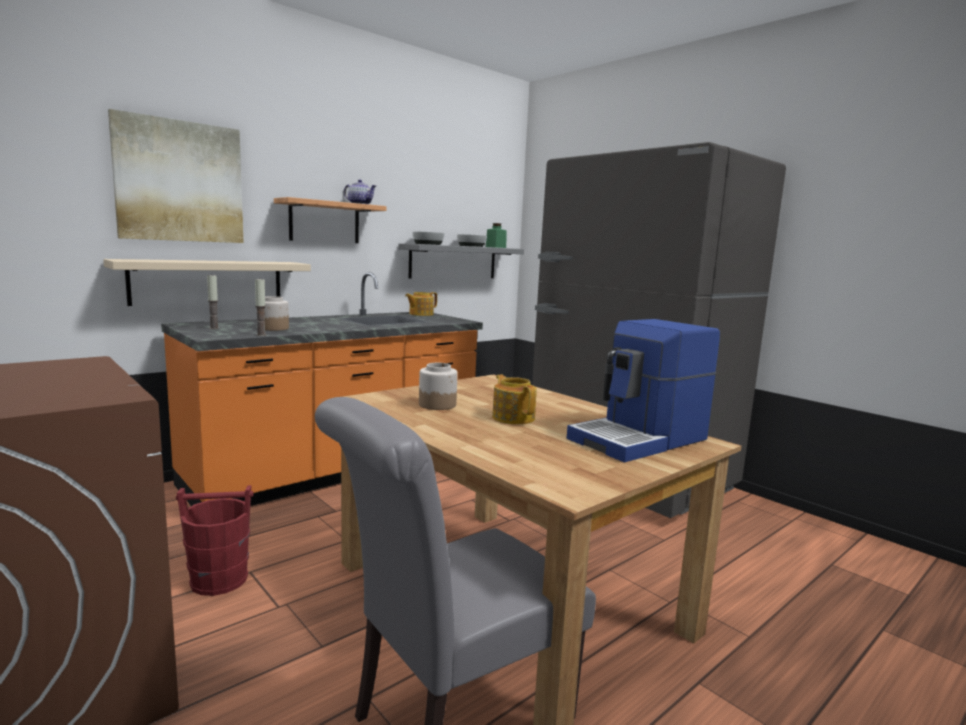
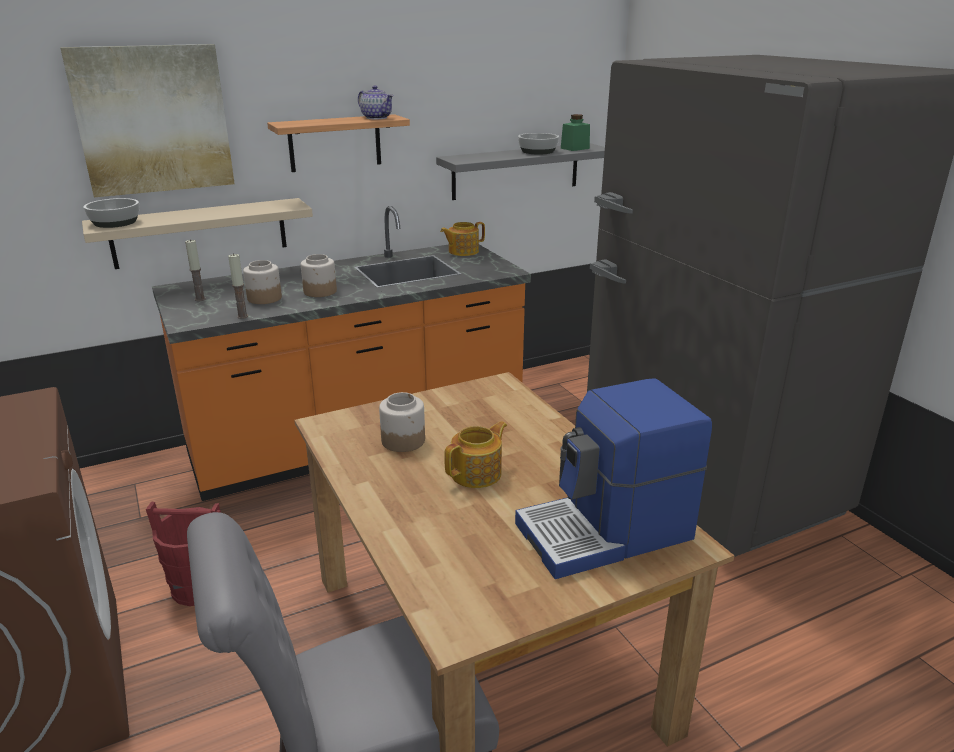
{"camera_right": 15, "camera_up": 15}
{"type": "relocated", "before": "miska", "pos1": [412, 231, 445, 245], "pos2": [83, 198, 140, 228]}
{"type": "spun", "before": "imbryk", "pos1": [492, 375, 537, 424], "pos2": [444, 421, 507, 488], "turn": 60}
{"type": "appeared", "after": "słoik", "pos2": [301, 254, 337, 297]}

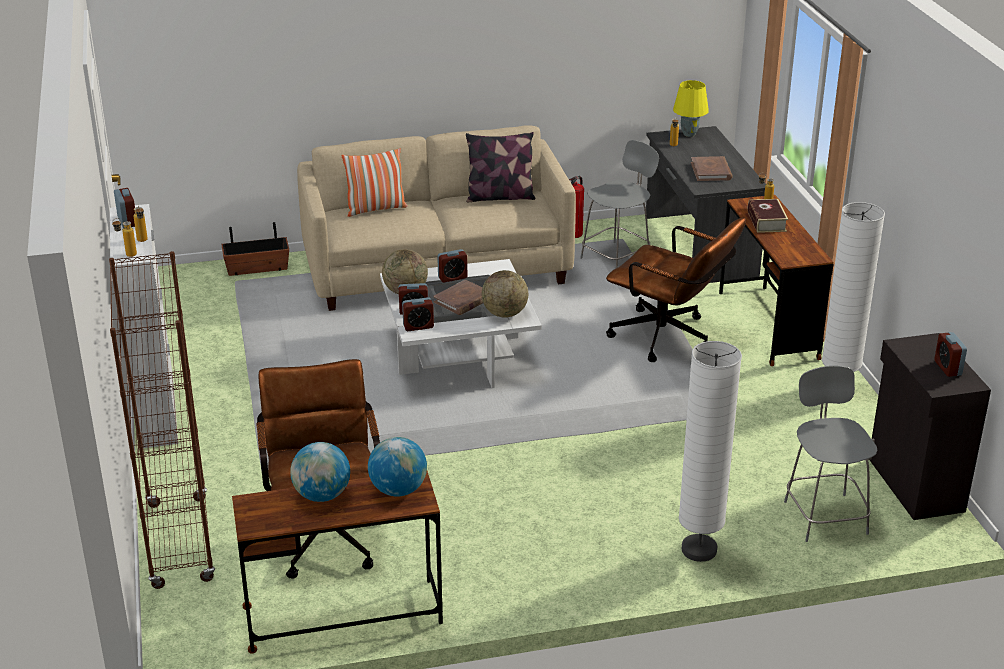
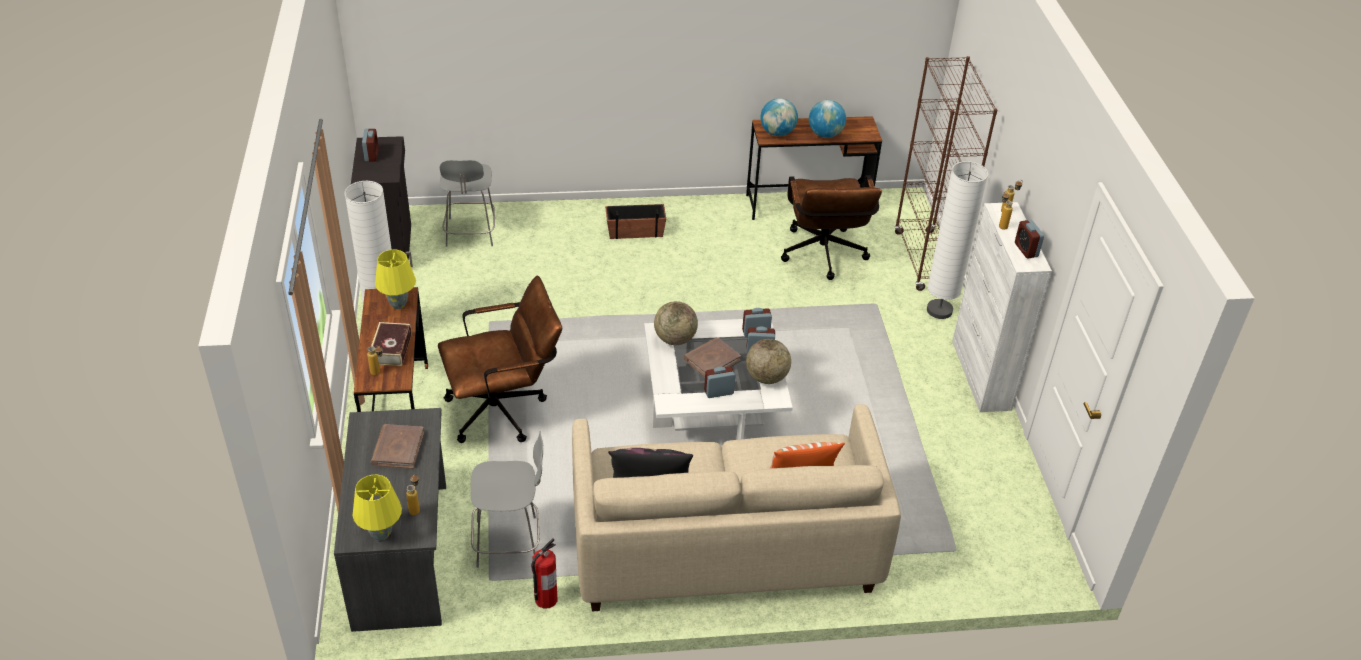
{"camera_right": -175, "camera_up": 10}
{"type": "spun", "before": "krzesło/szary", "pos1": [580, 140, 659, 268], "pos2": [471, 431, 543, 568], "turn": -150}
{"type": "spun", "before": "krzesło biurowe/brązowy", "pos1": [606, 218, 746, 362], "pos2": [438, 276, 562, 443], "turn": 120}
{"type": "relocated", "before": "donica", "pos1": [221, 222, 289, 276], "pos2": [605, 204, 666, 239]}
{"type": "relocated", "before": "lampa stojąca/biały", "pos1": [679, 341, 742, 562], "pos2": [927, 161, 988, 319]}
{"type": "appeared", "after": "lampa stołowa/żółty", "pos2": [375, 250, 416, 309]}

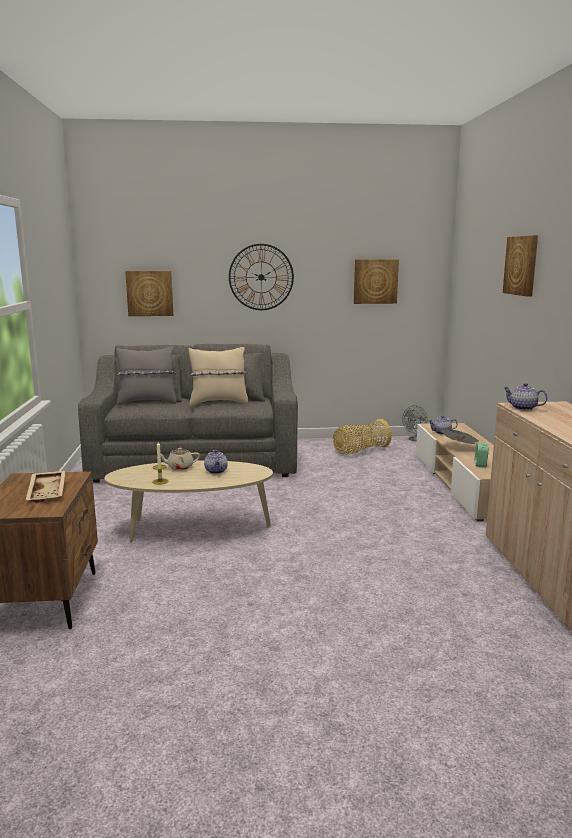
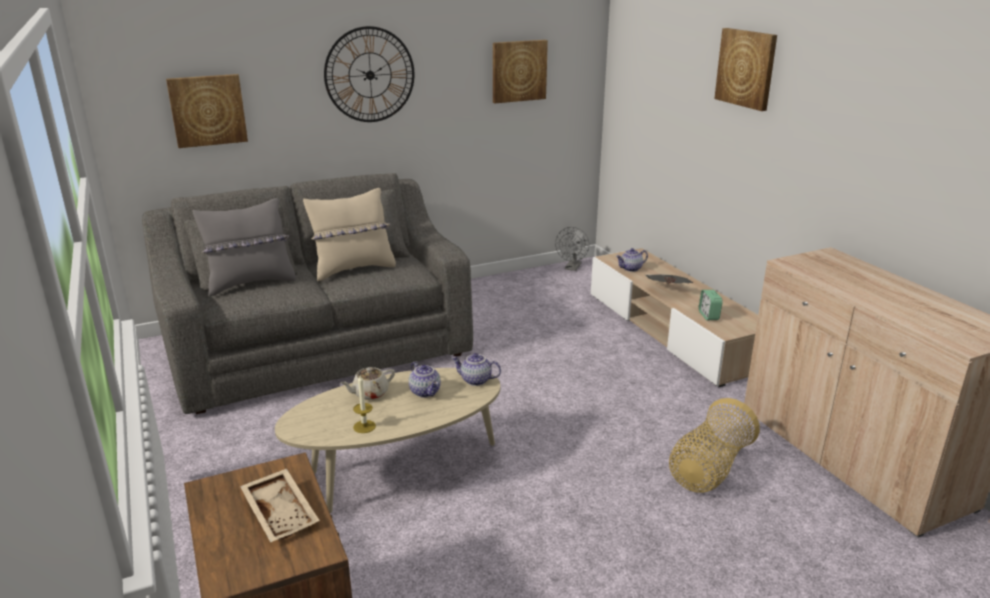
{"camera_right": -20, "camera_up": 10}
{"type": "relocated", "before": "imbryk", "pos1": [503, 383, 548, 410], "pos2": [451, 353, 501, 386]}
{"type": "relocated", "before": "koszyk", "pos1": [333, 419, 392, 455], "pos2": [669, 398, 760, 493]}

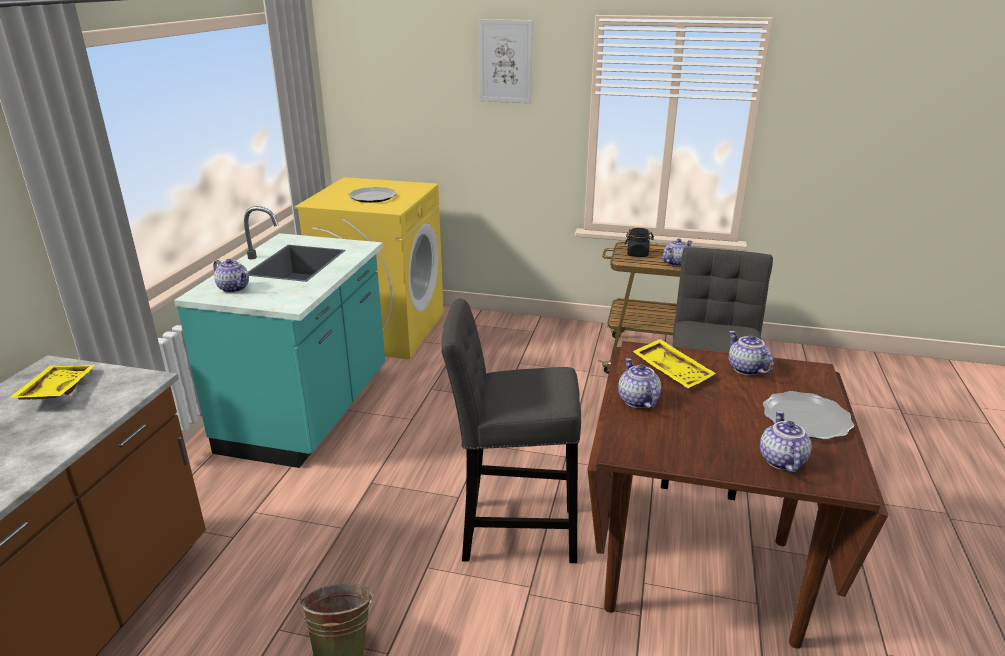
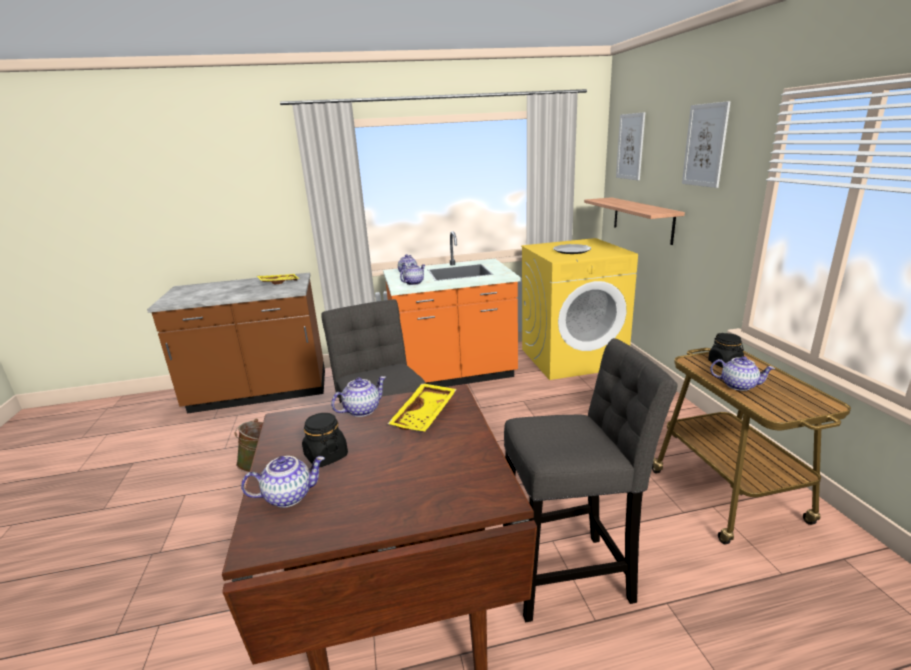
{"camera_right": 65, "camera_up": -5}
{"type": "colour", "before": "zabudowa kuchenna/turkusowy", "after": "zabudowa kuchenna/pomarańczowy", "pos1": [174, 206, 385, 468], "pos2": [383, 231, 520, 387]}
{"type": "relocated", "before": "imbryk", "pos1": [729, 331, 774, 375], "pos2": [400, 263, 425, 285]}
{"type": "missing", "before": "talerz", "pos1": [763, 391, 854, 440]}
{"type": "appeared", "after": "obraz", "pos2": [616, 112, 645, 180]}
{"type": "appeared", "after": "półka", "pos2": [584, 197, 685, 245]}
{"type": "appeared", "after": "słoik/czarny", "pos2": [302, 413, 348, 467]}

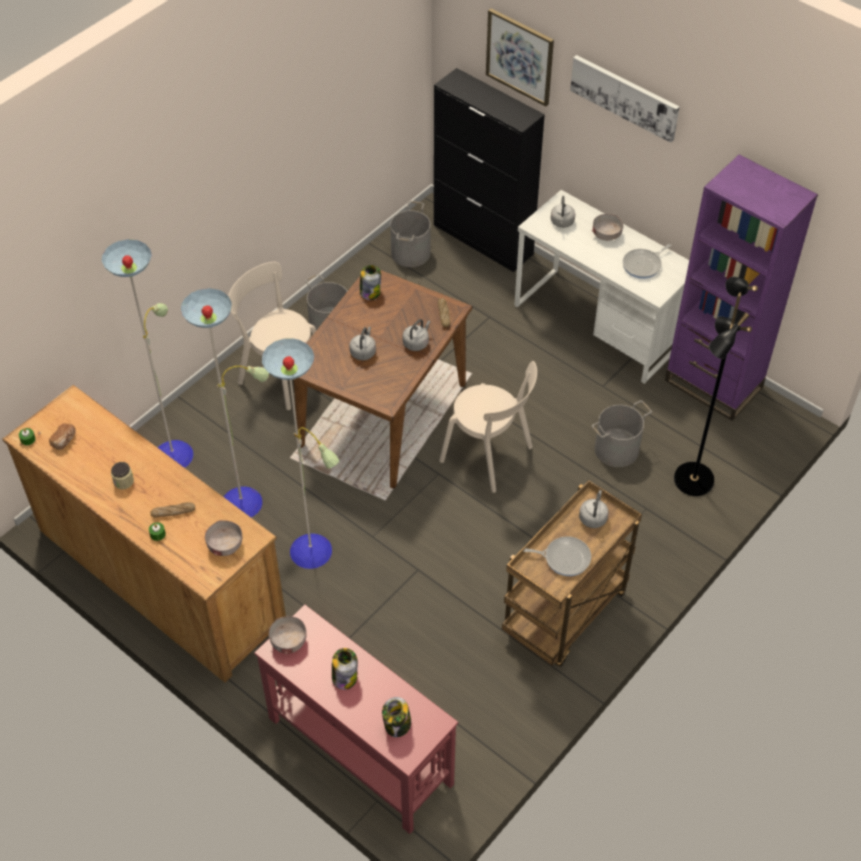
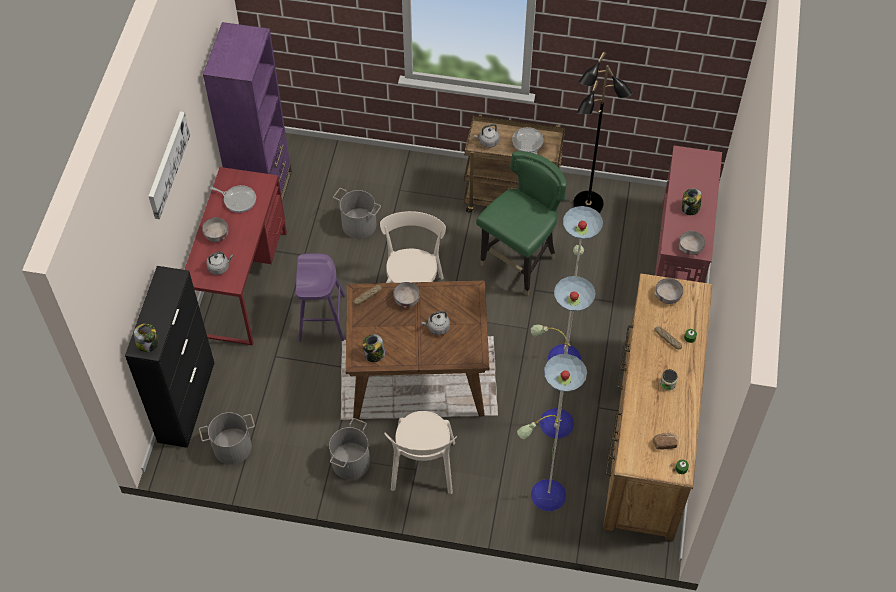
{"camera_right": -120, "camera_up": 5}
{"type": "missing", "before": "obraz", "pos1": [486, 9, 554, 107]}
{"type": "colour", "before": "biurko/biały", "after": "biurko/czerwony", "pos1": [514, 190, 689, 384], "pos2": [184, 167, 287, 346]}
{"type": "relocated", "before": "lampa stojąca/czarny", "pos1": [674, 277, 758, 496], "pos2": [573, 52, 633, 213]}
{"type": "exchanged", "before": "czajnik/szary", "after": "miska/szary", "pos1": [402, 319, 430, 351], "pos2": [393, 282, 420, 308]}
{"type": "relocated", "before": "słoik", "pos1": [382, 697, 411, 737], "pos2": [134, 324, 159, 352]}
{"type": "appeared", "after": "krzesło/zielony", "pos2": [476, 151, 566, 296]}
{"type": "appeared", "after": "stołek/fioletowy", "pos2": [296, 254, 346, 342]}

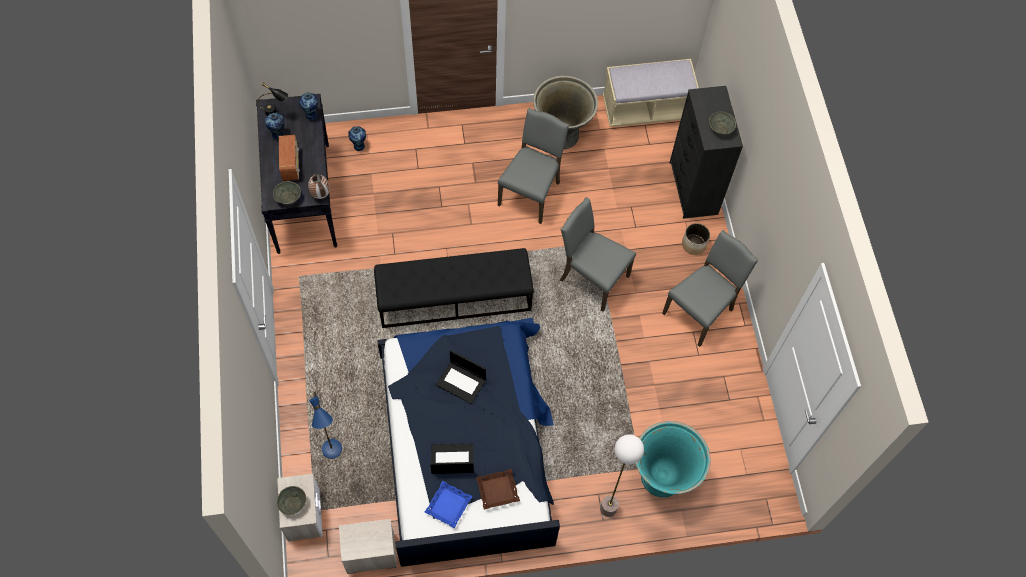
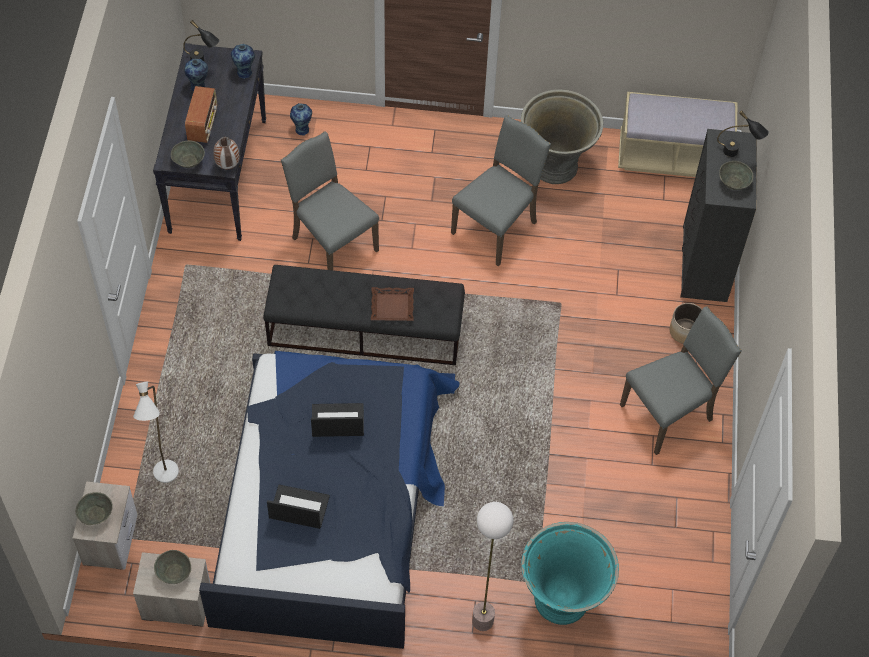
{"camera_right": 15, "camera_up": -5}
{"type": "relocated", "before": "krzesło/szary", "pos1": [560, 197, 636, 312], "pos2": [281, 132, 379, 271]}
{"type": "spun", "before": "laptop", "pos1": [436, 350, 486, 404], "pos2": [311, 403, 364, 437], "turn": 135}
{"type": "colour", "before": "lampa stojąca/niebieski", "after": "lampa stojąca/biały", "pos1": [309, 392, 342, 459], "pos2": [133, 382, 179, 483]}
{"type": "relocated", "before": "taca/brązowy", "pos1": [476, 469, 520, 509], "pos2": [371, 287, 414, 321]}
{"type": "missing", "before": "taca/niebieski", "pos1": [424, 481, 472, 528]}
{"type": "appeared", "after": "lampa stołowa/czarny", "pos2": [717, 111, 769, 157]}
{"type": "appeared", "after": "miska/szary", "pos2": [154, 550, 191, 584]}

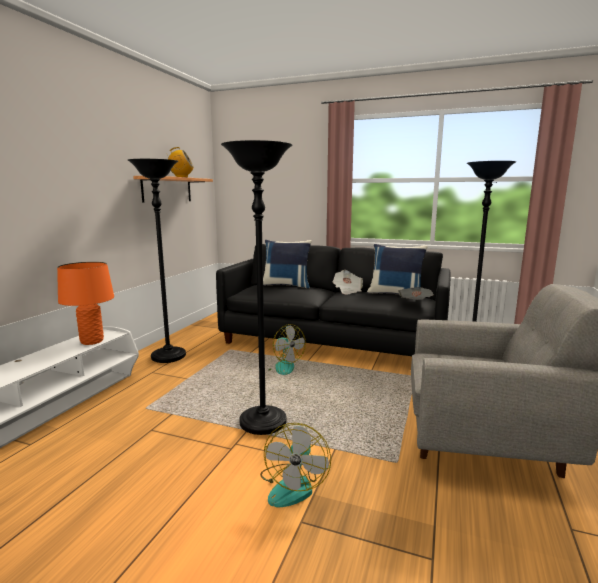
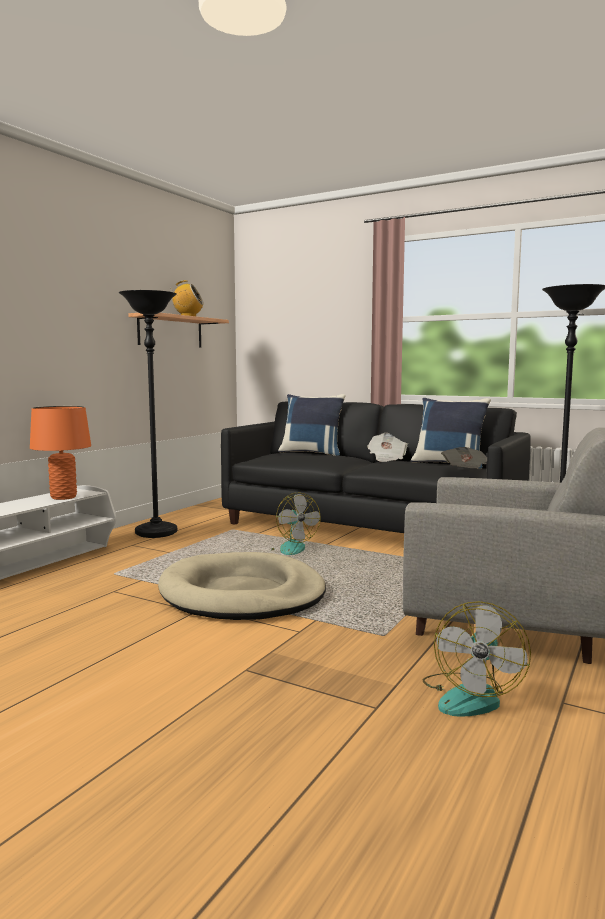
{"camera_right": 10, "camera_up": -5}
{"type": "exchanged", "before": "lampa stojąca/czarny", "after": "legowisko/beżowy", "pos1": [221, 140, 292, 435], "pos2": [158, 552, 326, 620]}
{"type": "relocated", "before": "wentylator", "pos1": [260, 423, 331, 507], "pos2": [423, 601, 531, 717]}

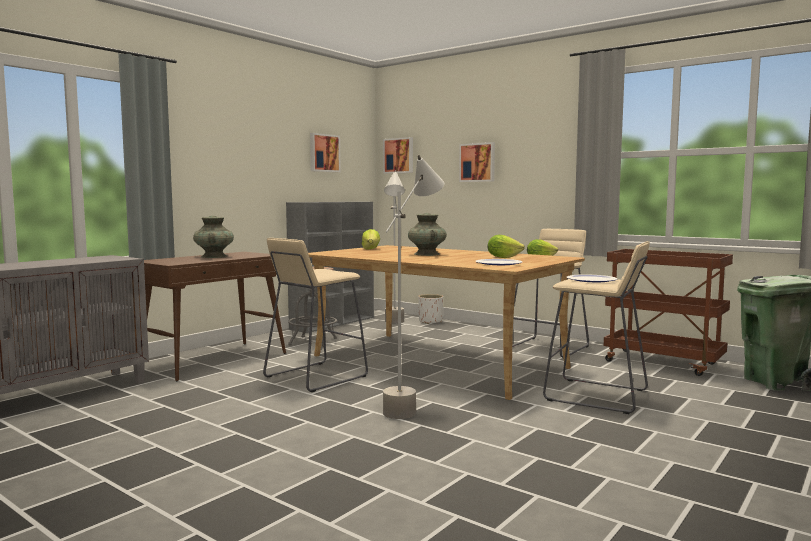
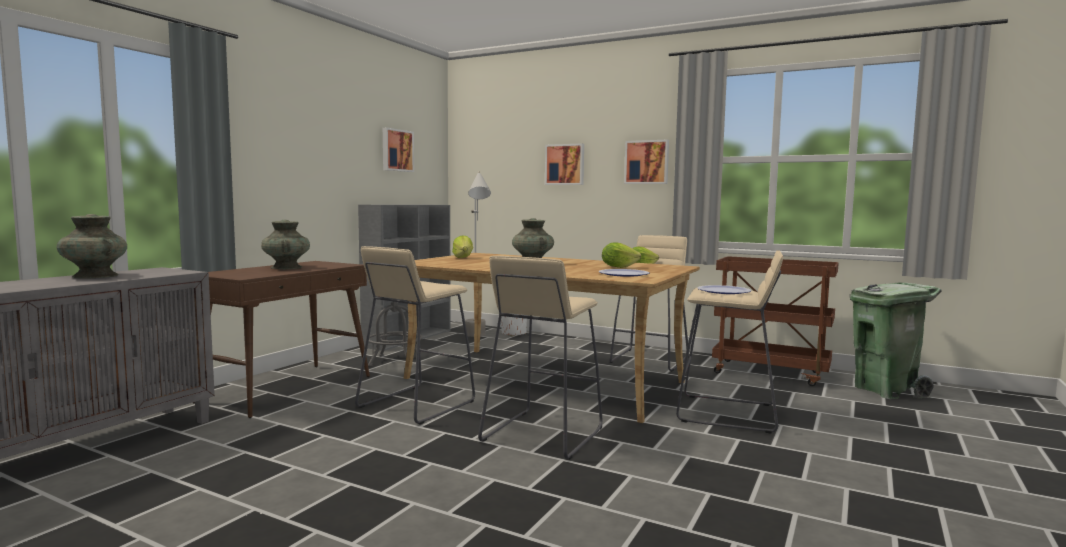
{"camera_right": -10, "camera_up": 0}
{"type": "relocated", "before": "obraz", "pos1": [383, 137, 413, 174], "pos2": [624, 139, 669, 184]}
{"type": "exchanged", "before": "lampa stojąca/szary", "after": "stołek/beżowy", "pos1": [383, 155, 444, 419], "pos2": [478, 256, 602, 460]}
{"type": "appeared", "after": "wazon/turkusowy", "pos2": [56, 214, 127, 279]}

